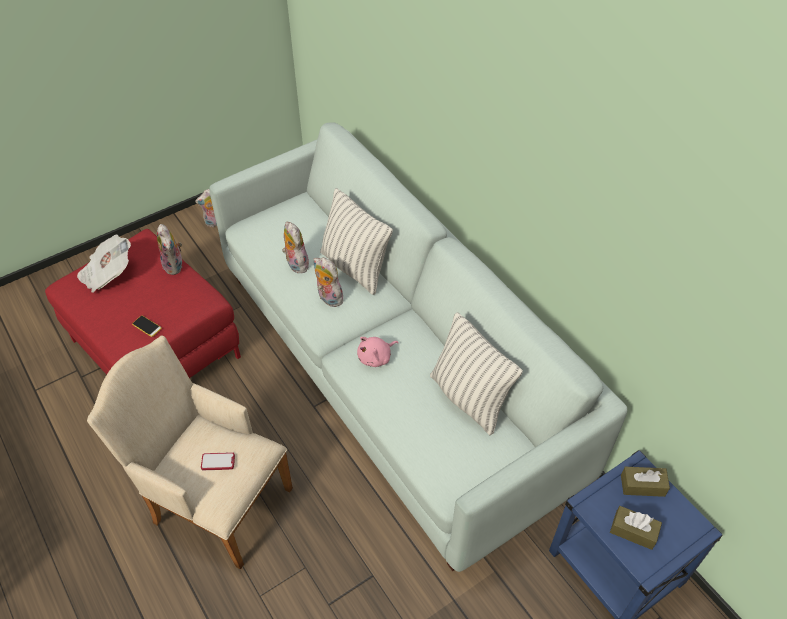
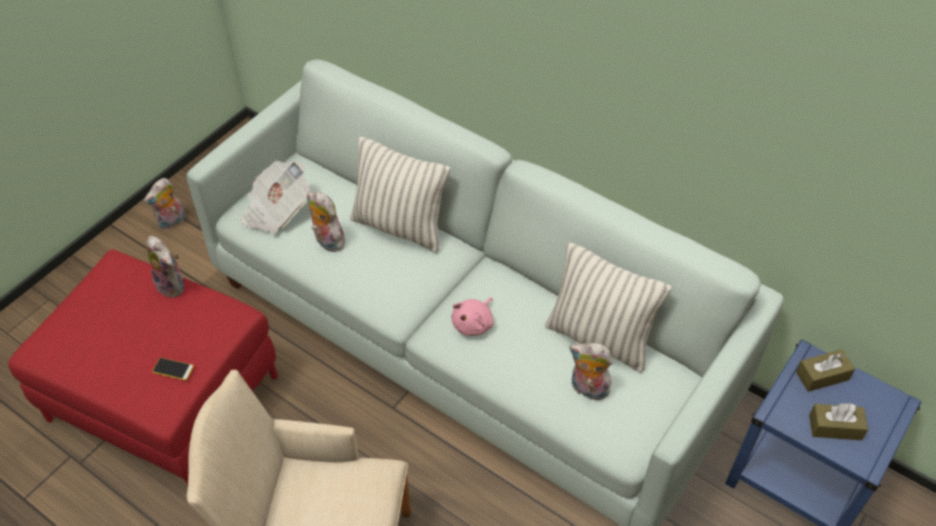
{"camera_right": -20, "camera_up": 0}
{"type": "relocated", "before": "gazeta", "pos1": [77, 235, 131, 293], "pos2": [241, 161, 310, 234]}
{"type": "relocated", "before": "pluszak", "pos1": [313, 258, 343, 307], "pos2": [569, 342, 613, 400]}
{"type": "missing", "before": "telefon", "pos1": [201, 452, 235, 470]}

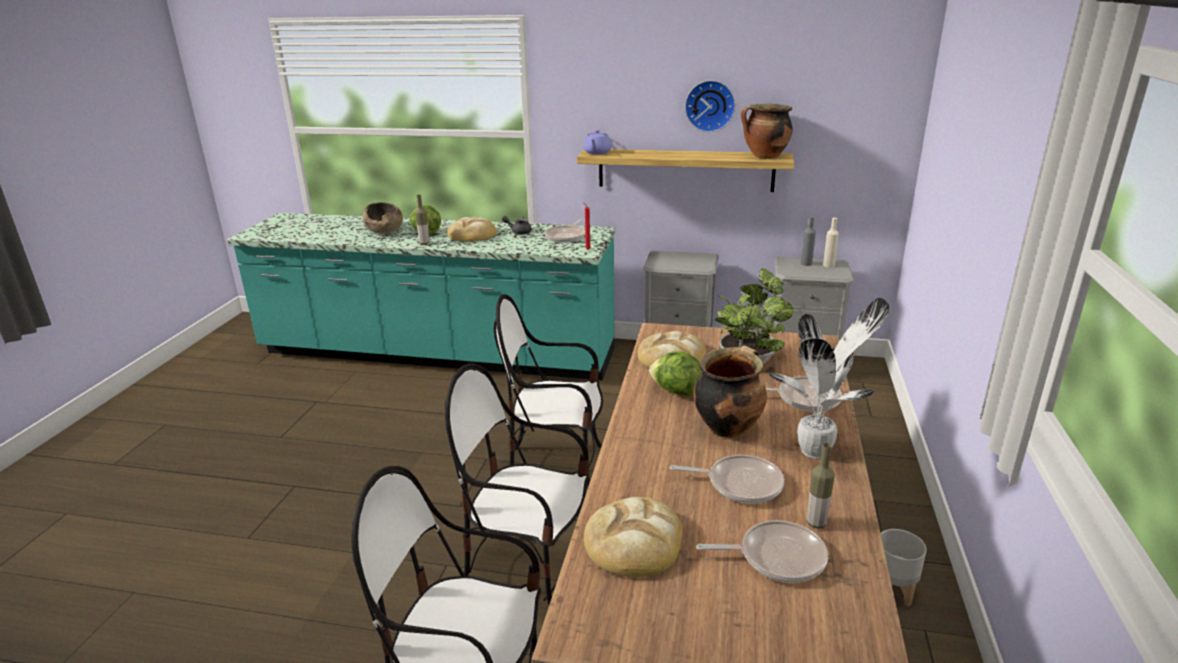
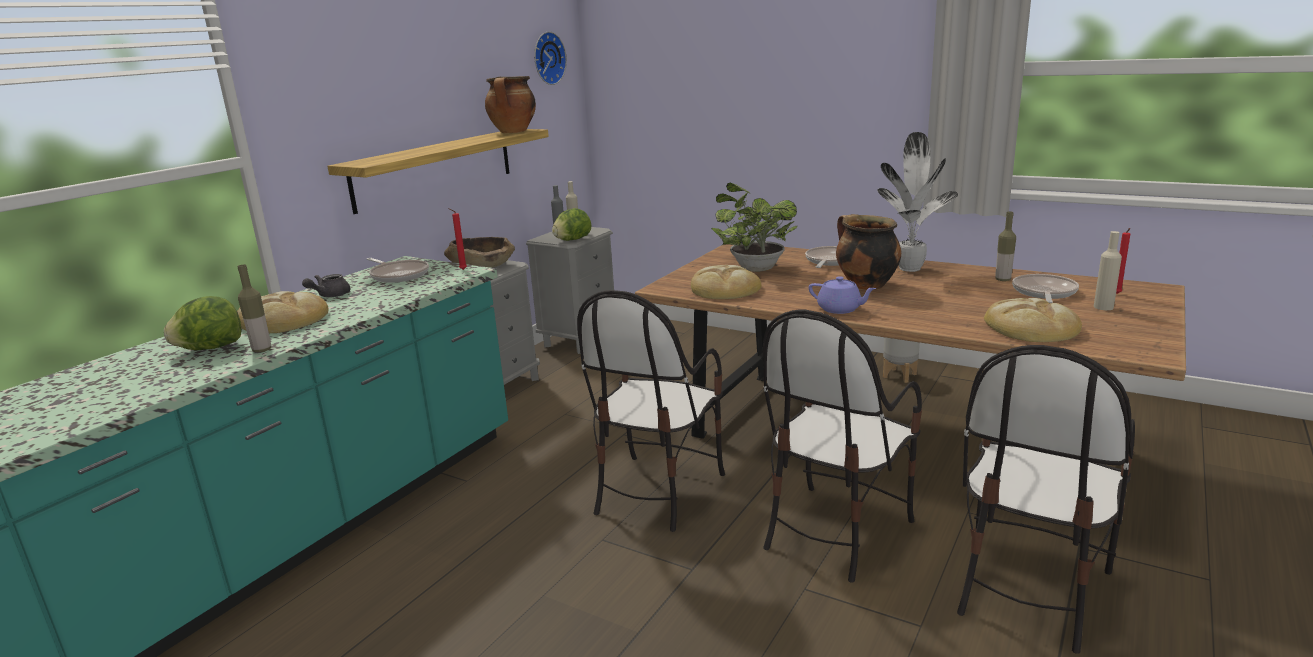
{"camera_right": -70, "camera_up": -5}
{"type": "relocated", "before": "zegar ścienny", "pos1": [685, 80, 736, 132], "pos2": [534, 31, 567, 85]}
{"type": "relocated", "before": "imbryk/fioletowy", "pos1": [583, 130, 612, 154], "pos2": [809, 276, 876, 314]}
{"type": "relocated", "before": "miska/brązowy", "pos1": [363, 202, 403, 234], "pos2": [444, 237, 515, 268]}
{"type": "relocated", "before": "sałata", "pos1": [649, 351, 702, 396], "pos2": [552, 208, 591, 241]}
{"type": "missing", "before": "patelnia", "pos1": [670, 455, 785, 503]}
{"type": "appeared", "after": "świeca/czerwony", "pos2": [1116, 228, 1130, 294]}
{"type": "appeared", "after": "butelka/beżowy", "pos2": [1094, 231, 1122, 310]}

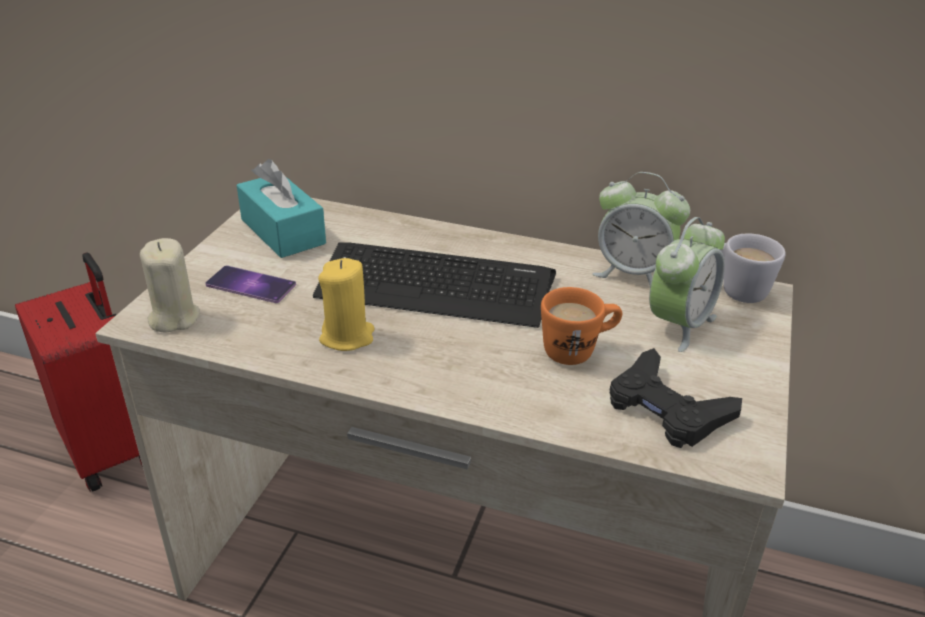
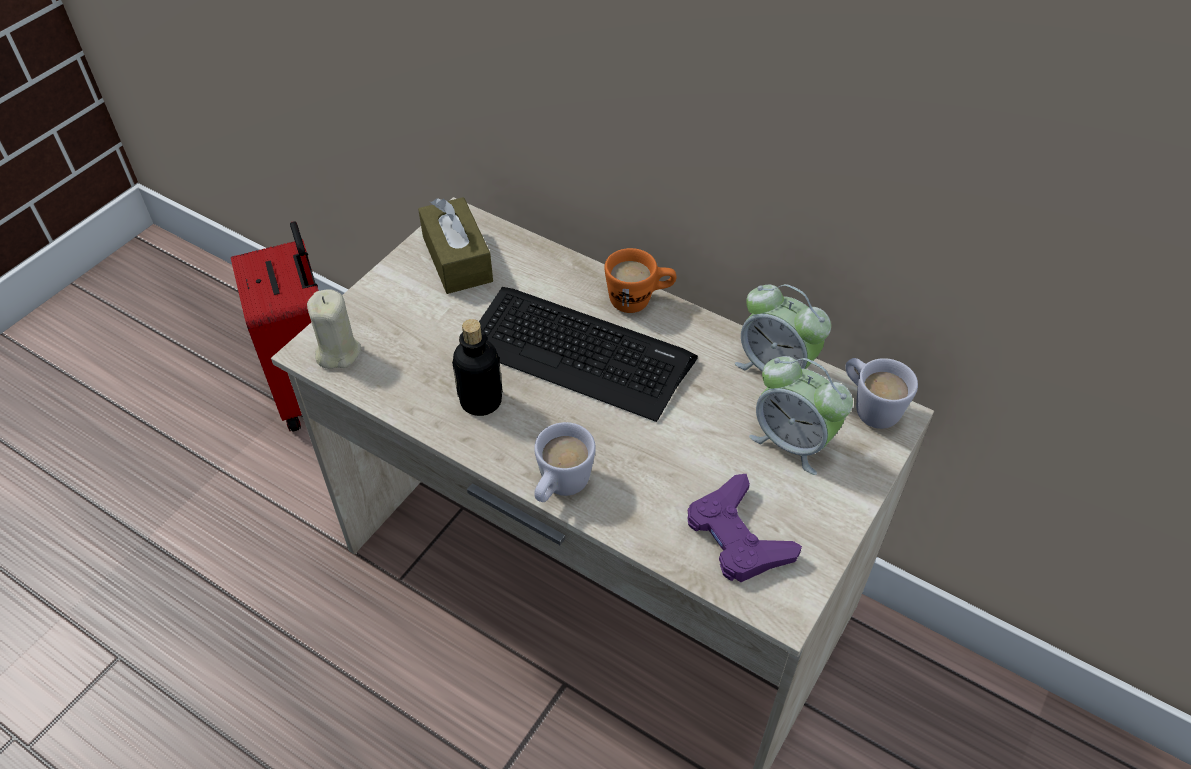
{"camera_right": 15, "camera_up": 15}
{"type": "colour", "before": "pudełko chusteczek/turkusowy", "after": "pudełko chusteczek/brązowy", "pos1": [237, 159, 326, 258], "pos2": [418, 197, 493, 294]}
{"type": "spun", "before": "budzik", "pos1": [649, 217, 725, 352], "pos2": [749, 356, 853, 475], "turn": 75}
{"type": "exchanged", "before": "świeca/żółty", "after": "butelka", "pos1": [318, 258, 375, 351], "pos2": [452, 319, 503, 416]}
{"type": "missing", "before": "telefon", "pos1": [205, 266, 296, 303]}
{"type": "relocated", "before": "kubek/pomarańczowy", "pos1": [541, 287, 622, 365], "pos2": [604, 248, 676, 313]}
{"type": "colour", "before": "pad do gier/czarny", "after": "pad do gier/fioletowy", "pos1": [610, 348, 742, 448], "pos2": [687, 474, 802, 582]}
{"type": "appeared", "after": "kubek/biały", "pos2": [534, 422, 596, 502]}

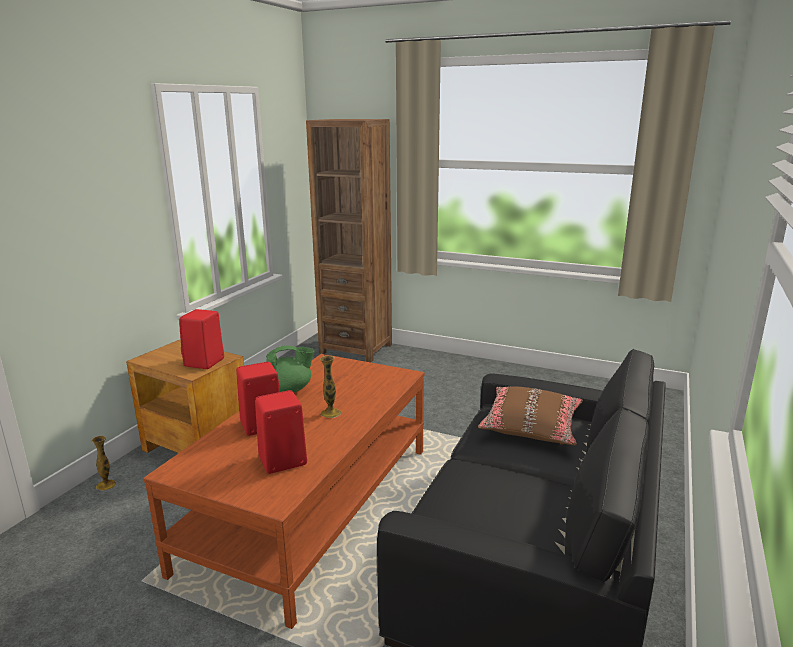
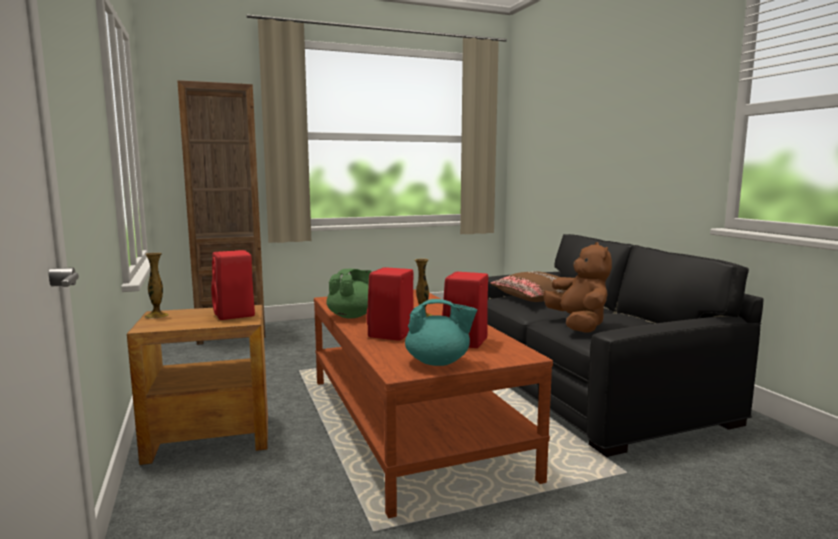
{"camera_right": -45, "camera_up": -10}
{"type": "relocated", "before": "wazon", "pos1": [92, 436, 116, 491], "pos2": [145, 253, 169, 319]}
{"type": "appeared", "after": "pluszak/brązowy", "pos2": [543, 242, 612, 333]}
{"type": "appeared", "after": "imbryk/turkusowy", "pos2": [405, 299, 477, 366]}

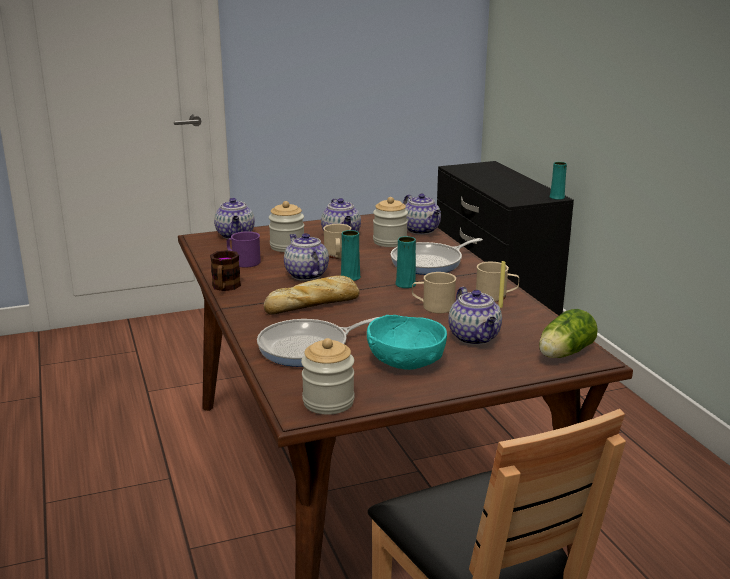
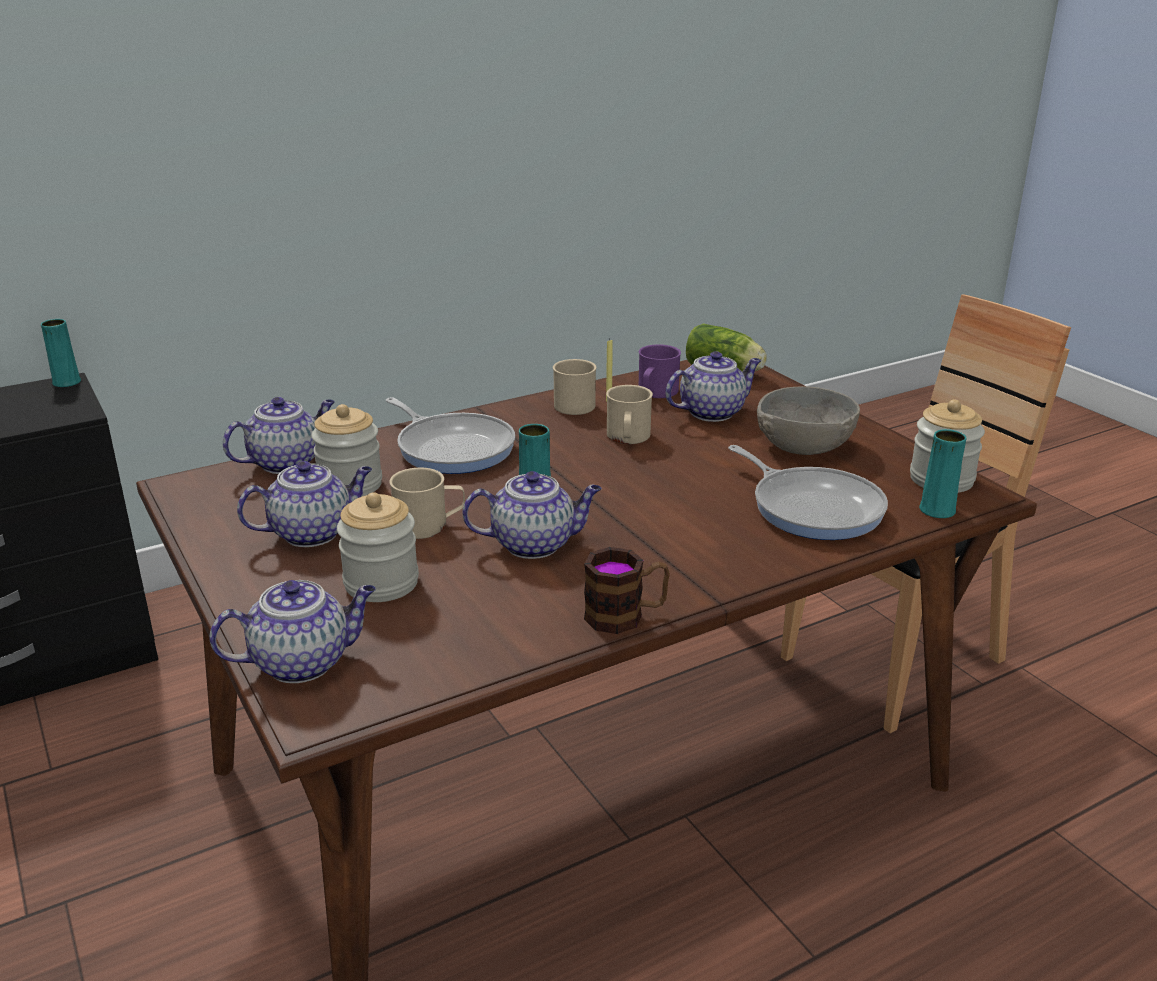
{"camera_right": -100, "camera_up": 5}
{"type": "relocated", "before": "kubek/fioletowy", "pos1": [227, 231, 261, 267], "pos2": [639, 344, 681, 398]}
{"type": "spun", "before": "imbryk", "pos1": [284, 233, 329, 281], "pos2": [462, 471, 602, 559], "turn": -150}
{"type": "relocated", "before": "wazon/turkusowy", "pos1": [395, 236, 416, 288], "pos2": [919, 429, 966, 518]}
{"type": "missing", "before": "chleb", "pos1": [264, 275, 359, 315]}
{"type": "colour", "before": "miska/turkusowy", "after": "miska/szary", "pos1": [367, 315, 447, 370], "pos2": [757, 386, 860, 455]}

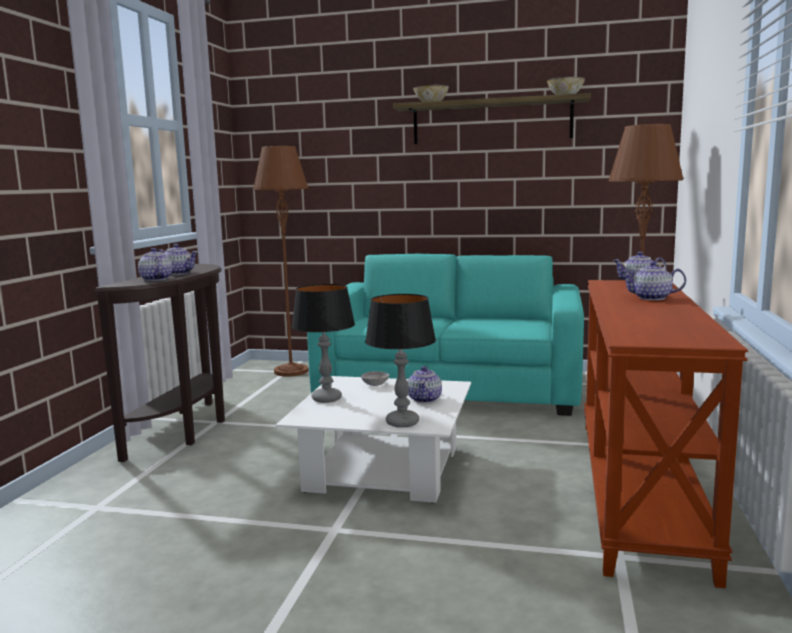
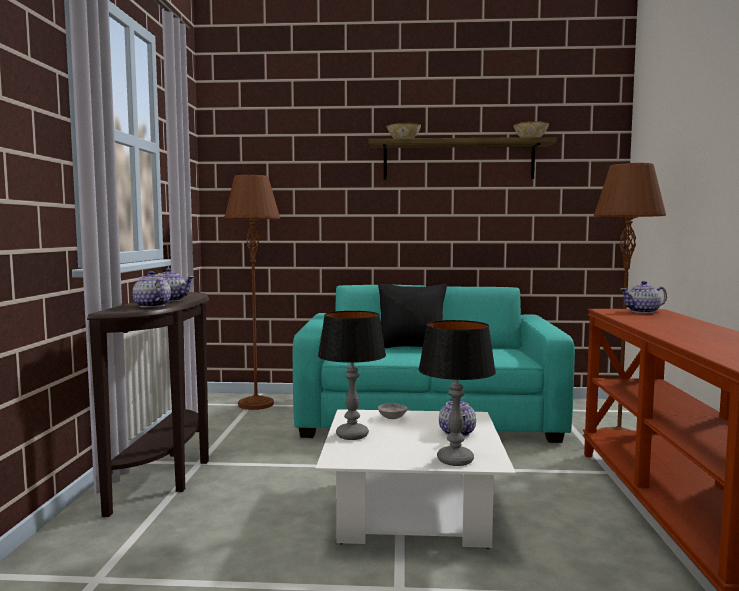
{"camera_right": -10, "camera_up": -5}
{"type": "missing", "before": "imbryk", "pos1": [620, 262, 686, 300]}
{"type": "appeared", "after": "poduszka/czarny", "pos2": [378, 284, 447, 348]}

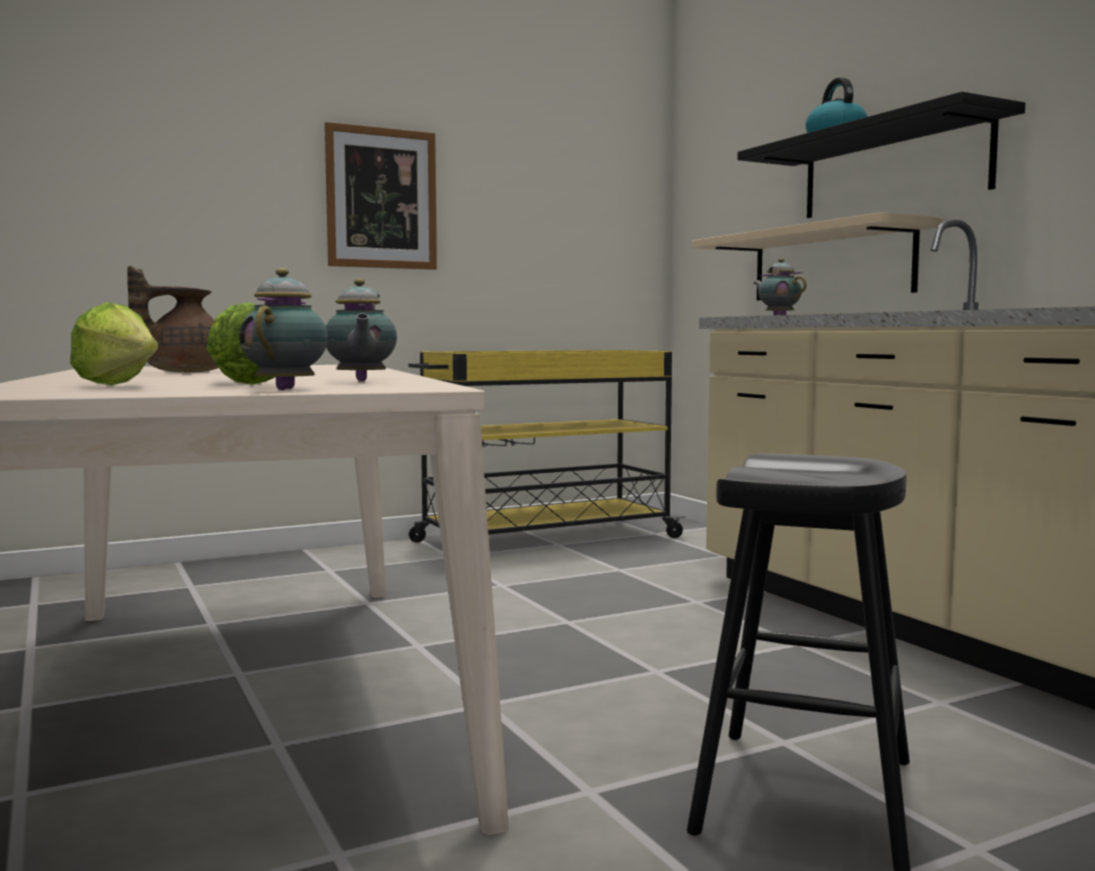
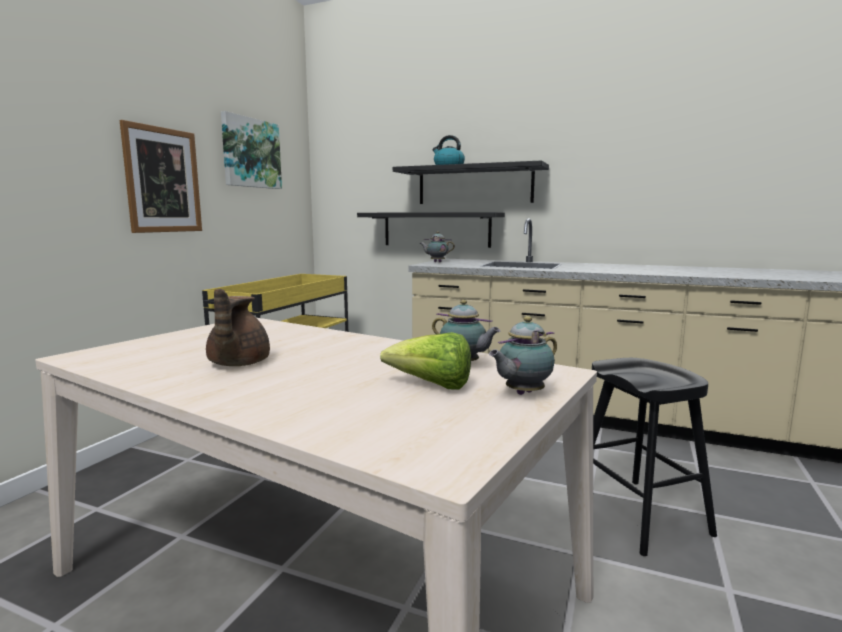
{"camera_right": -40, "camera_up": 5}
{"type": "colour", "before": "półka/beżowy", "after": "półka/czarny", "pos1": [692, 212, 942, 300], "pos2": [357, 212, 505, 248]}
{"type": "spun", "before": "imbryk", "pos1": [239, 268, 328, 390], "pos2": [489, 316, 557, 395], "turn": -90}
{"type": "missing", "before": "sałata", "pos1": [70, 302, 158, 385]}
{"type": "appeared", "after": "obraz", "pos2": [221, 111, 282, 189]}

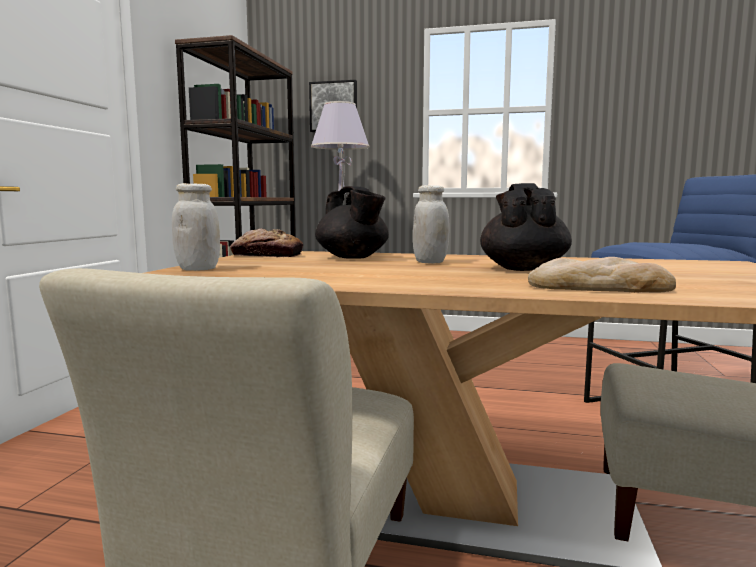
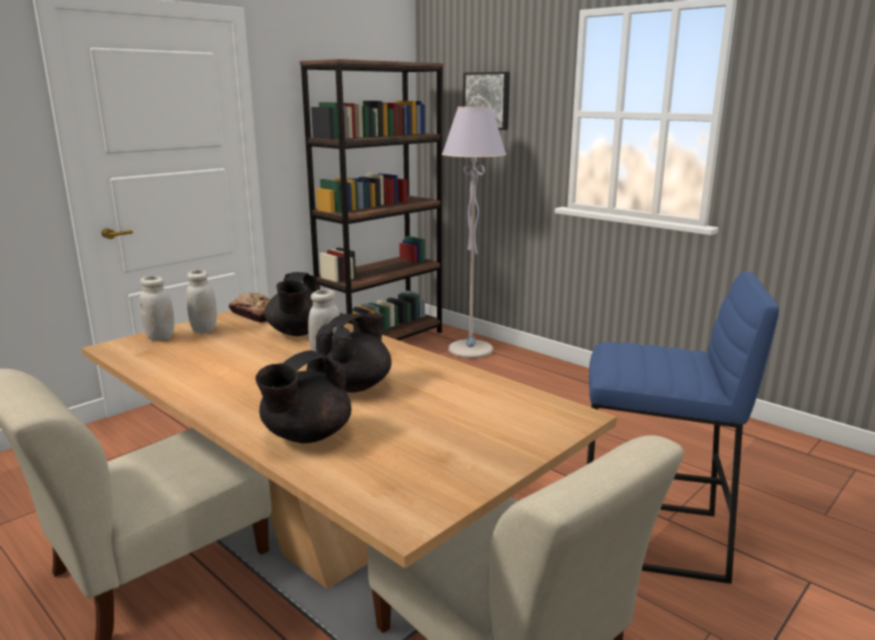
{"camera_right": 30, "camera_up": 10}
{"type": "exchanged", "before": "chleb", "after": "imbryk/czarny", "pos1": [528, 257, 676, 293], "pos2": [255, 350, 351, 443]}
{"type": "appeared", "after": "słoik/biały", "pos2": [187, 270, 217, 333]}

